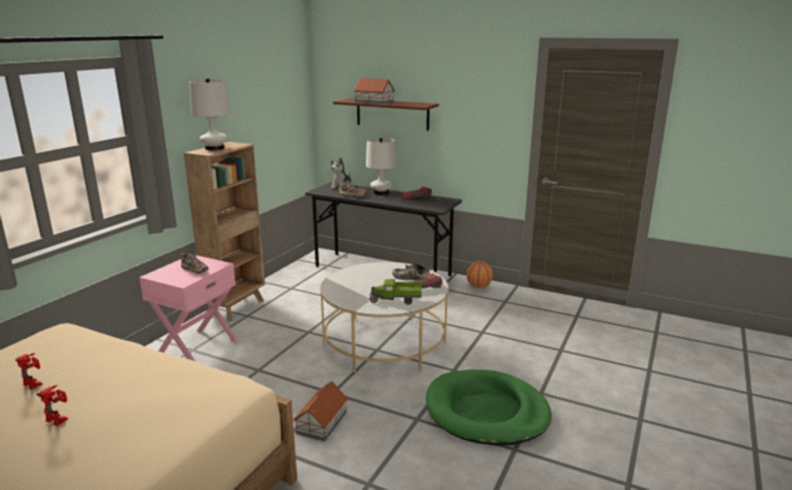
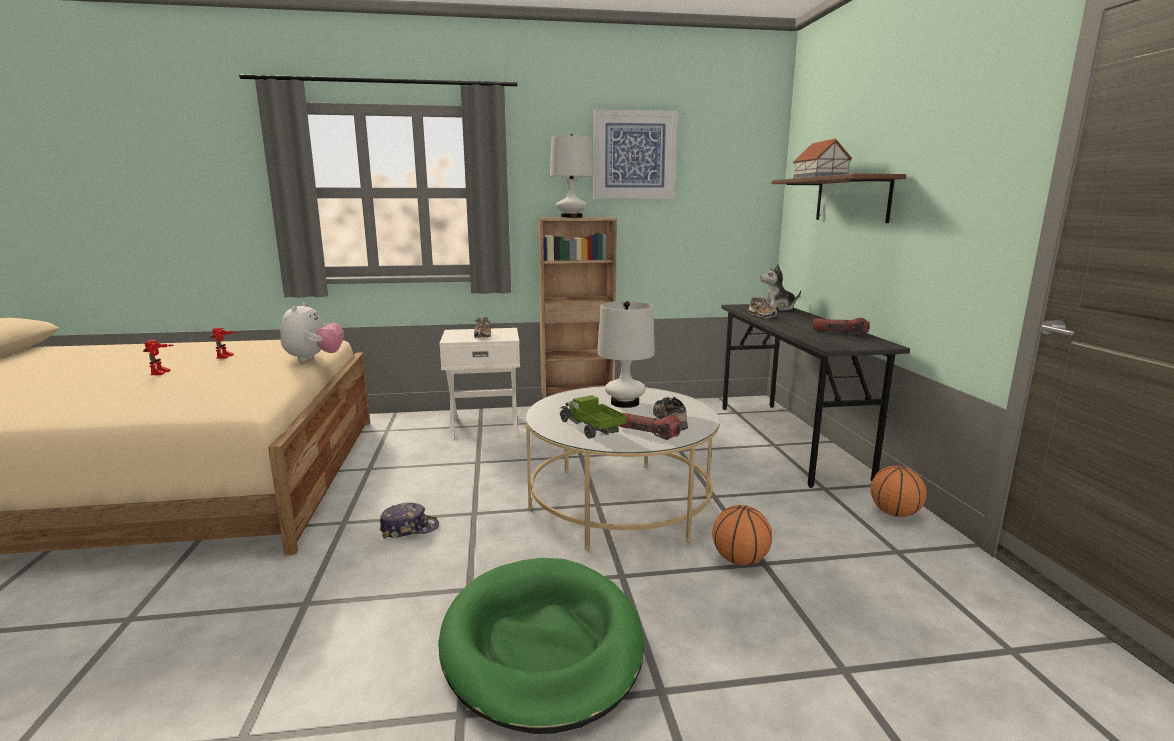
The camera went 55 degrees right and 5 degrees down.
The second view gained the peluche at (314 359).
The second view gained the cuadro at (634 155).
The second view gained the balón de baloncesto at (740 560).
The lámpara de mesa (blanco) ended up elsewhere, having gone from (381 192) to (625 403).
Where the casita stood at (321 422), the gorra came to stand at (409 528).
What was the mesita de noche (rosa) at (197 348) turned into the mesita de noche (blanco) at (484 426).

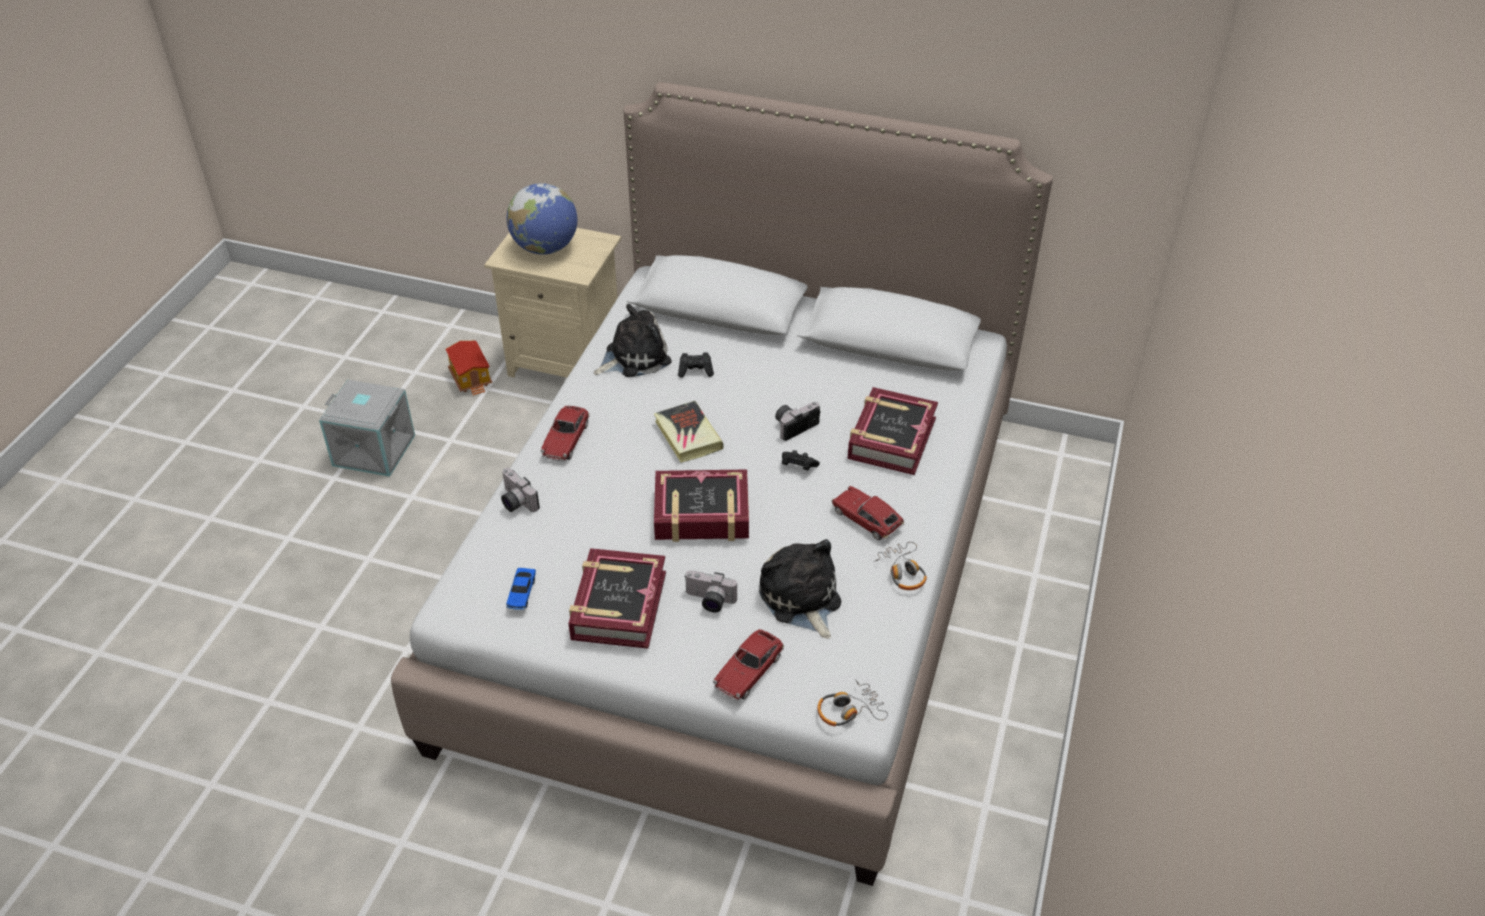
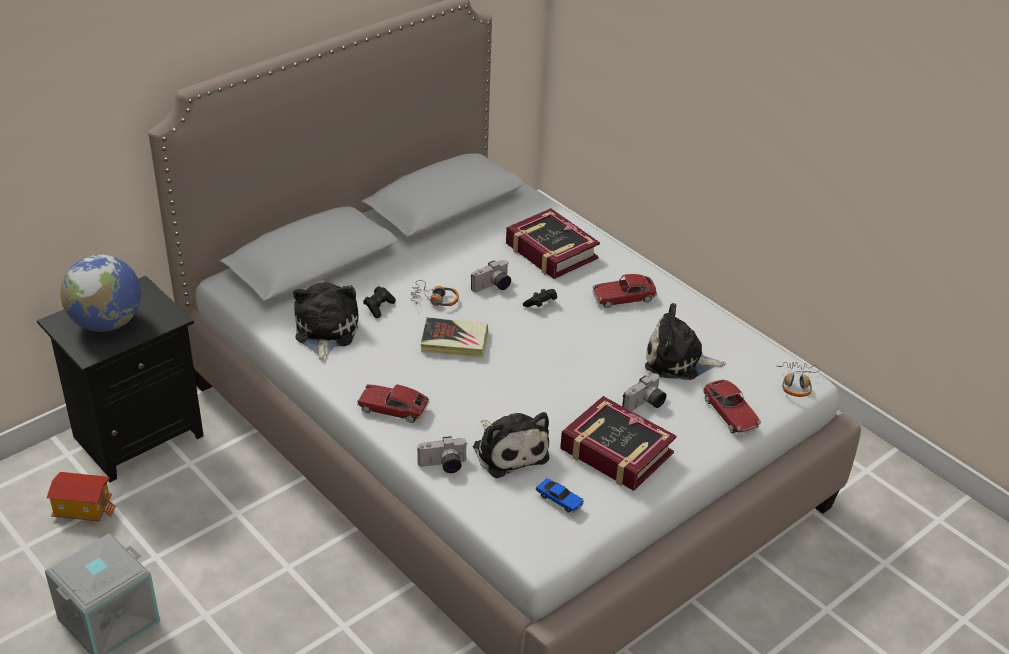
The camera went 60 degrees left and 5 degrees down.
The second view lost the libro at (701 514).
The second view gained the peluche at (509 450).
The auriculares ended up elsewhere, having gone from (903 571) to (434 299).
What was the mesita de noche (beis) at (567 361) turned into the mesita de noche (negro) at (136 435).
The coche de juguete at (566 440) ended up facing another way, 150 degrees clockwise from before.
The cámara at (794 425) ended up facing another way, 120 degrees counterclockwise from before.

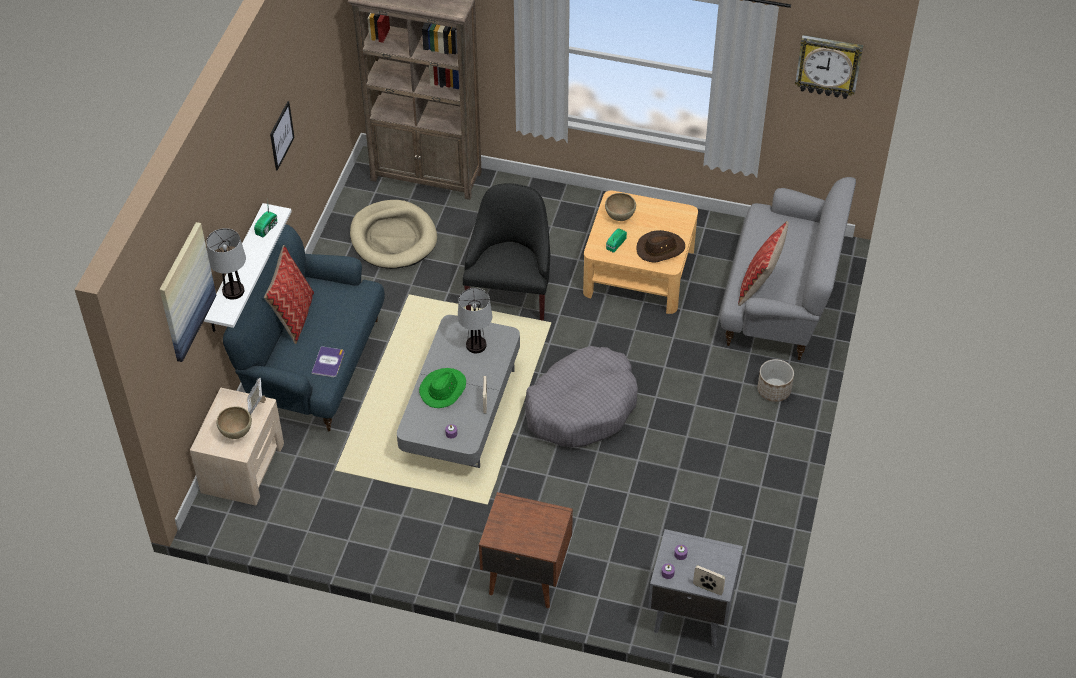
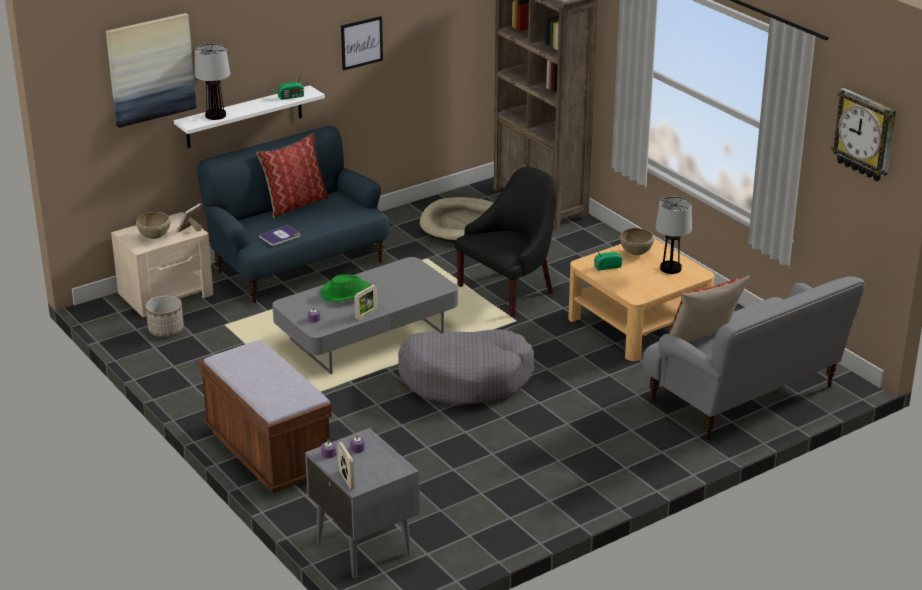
The camera went 40 degrees right and 20 degrees down.
The second view lost the sombrero (marrón) at (660 249).
The lámpara de mesa ended up elsewhere, having gone from (476 345) to (671 268).
The maceta ended up elsewhere, having gone from (773 390) to (165 330).
Where the mesita de noche (marrón) stood at (525 576), the banco (marrón) came to stand at (268 452).

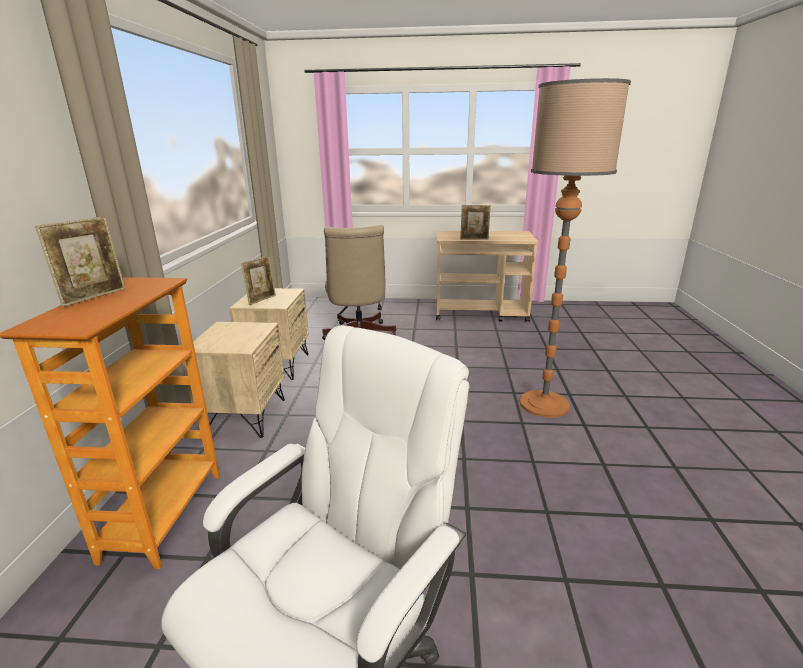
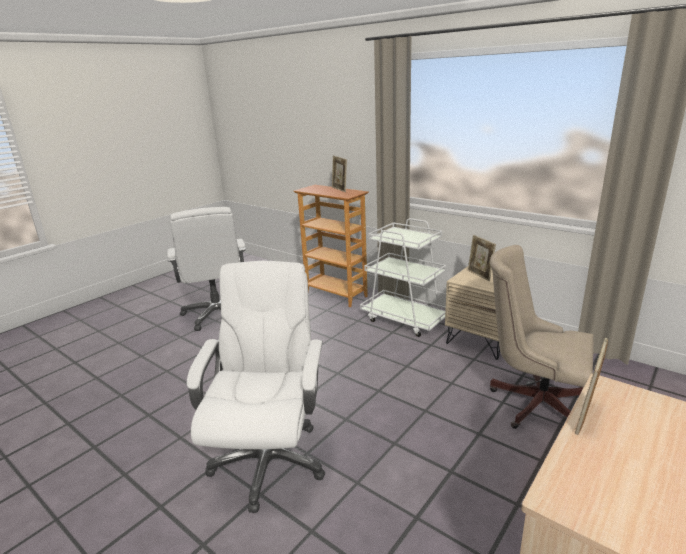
The camera went 125 degrees right and 0 degrees up.
Where the mesita de noche (beis) stood at (245 416), the carrito (blanco) came to stand at (404 319).
Where the lámpara de pie stood at (543 404), the silla de oficina (blanco) came to stand at (269 460).

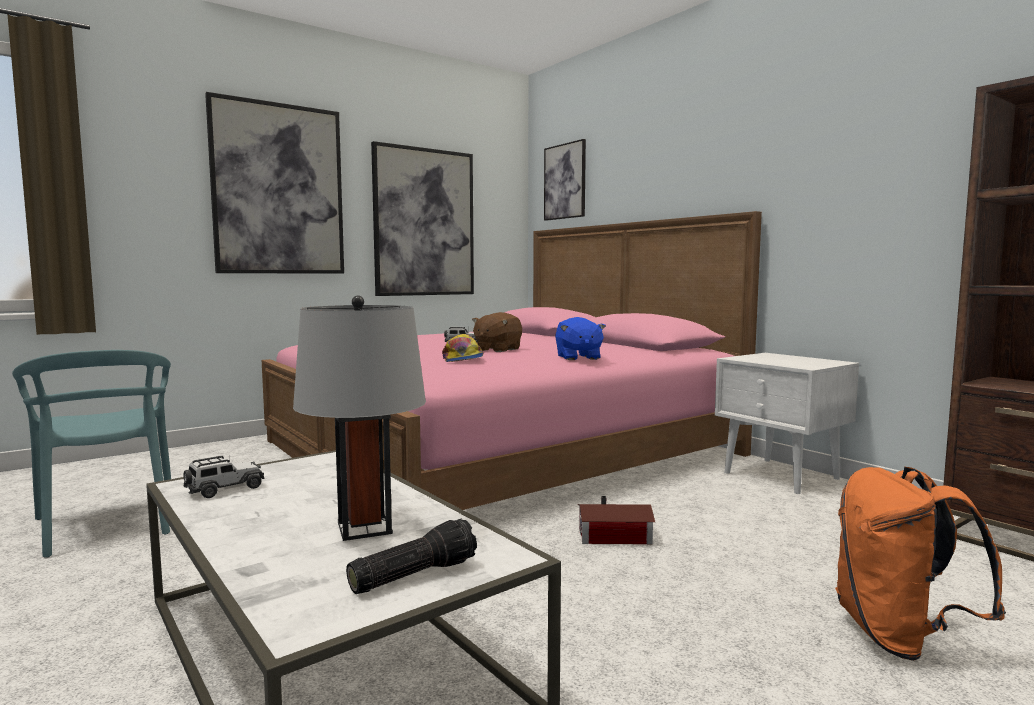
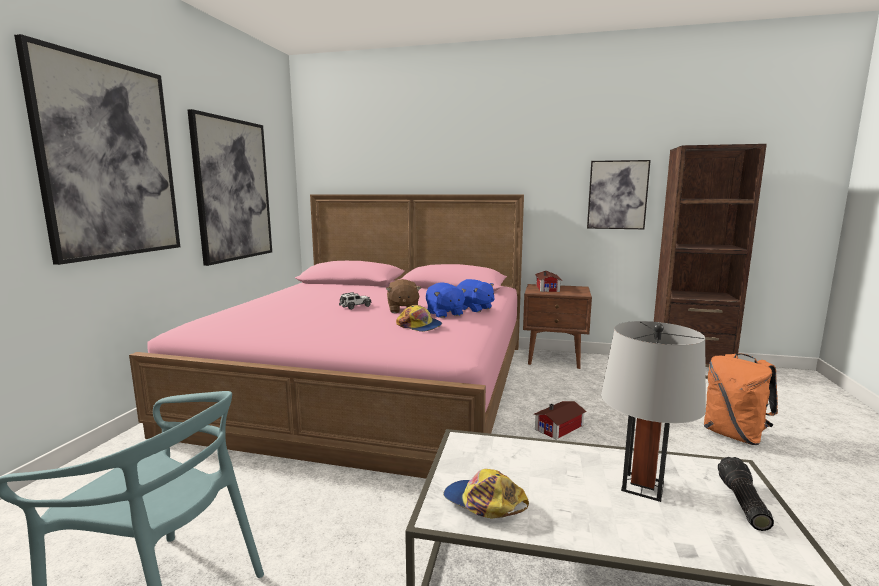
The camera went 40 degrees left and 5 degrees up.
The second view gained the peluche (azul) at (444 314).
The second view gained the casita at (548 288).
The cuadro ended up elsewhere, having gone from (565 181) to (617 195).
Where the coche de juguete stood at (225 489), the gorra came to stand at (483 503).
What was the mesita de noche (blanco) at (782 476) turned into the mesita de noche (marrón) at (555 359).

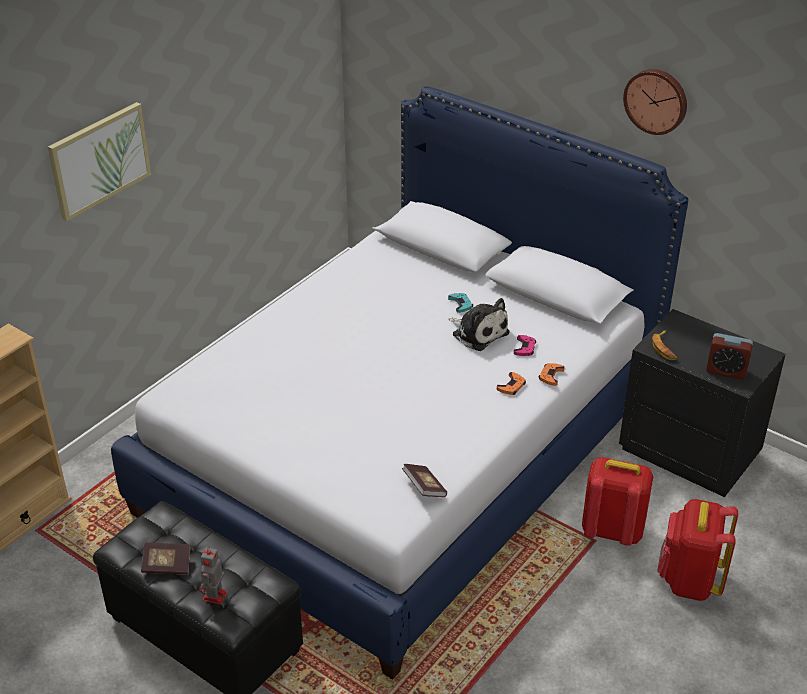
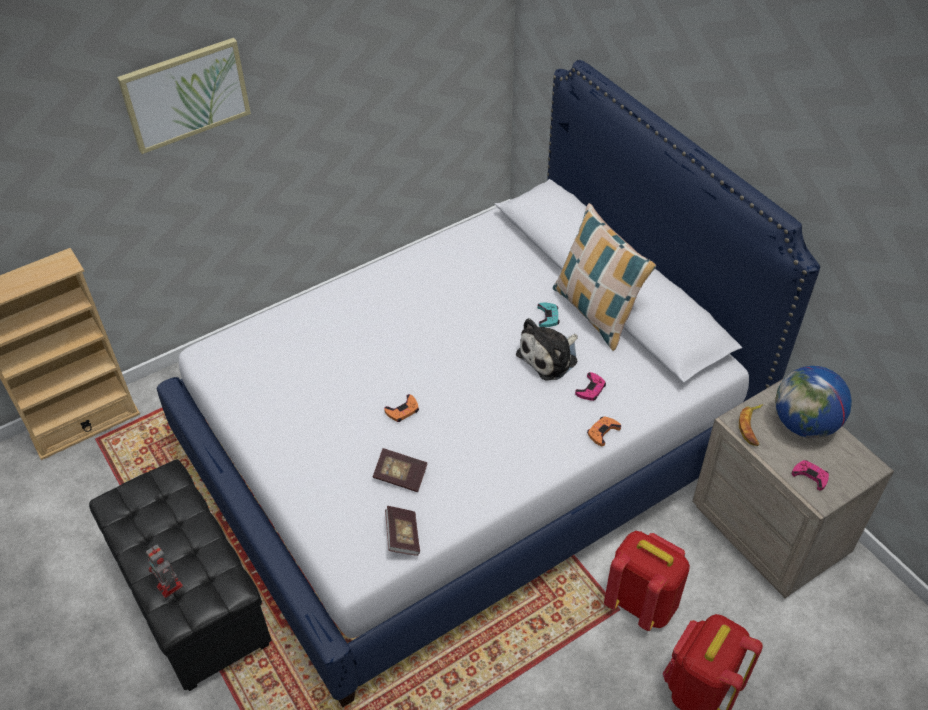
The camera went 20 degrees right and 10 degrees up.
The second view lost the reloj de pared at (656 100).
The second view gained the cojín at (596 313).
The second view gained the globo terráqueo at (804 424).
The libro ended up elsewhere, having gone from (167 565) to (400 476).
The mando de consola (naranja) ended up elsewhere, having gone from (511 386) to (403 411).
Where the despertador stood at (726 371), the mando de consola (rosa) came to stand at (810 476).
What was the mesita de noche (negro) at (690 451) turned into the mesita de noche (beis) at (770 530).
The robot de juguete at (214 597) ended up facing another way, 75 degrees counterclockwise from before.
The peluche at (478 332) ended up facing another way, 75 degrees clockwise from before.

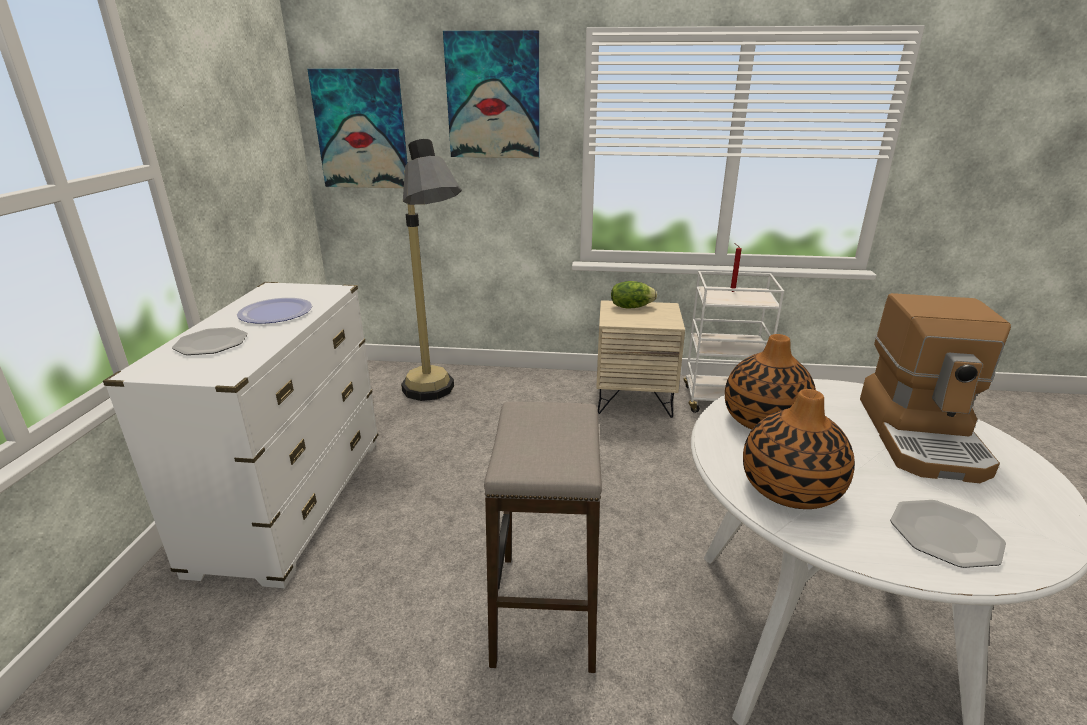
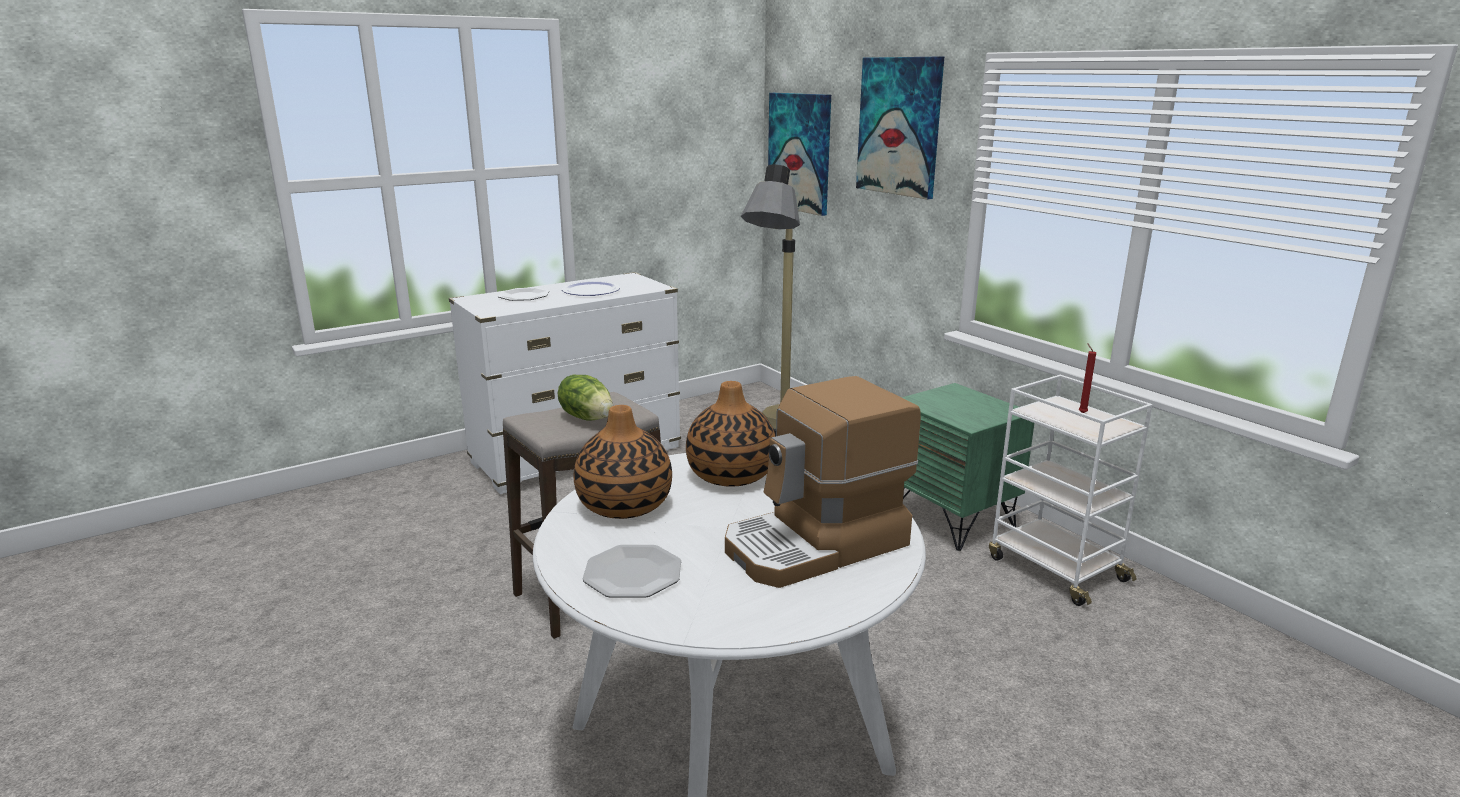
The camera went 50 degrees right and 5 degrees down.
The lechuga ended up elsewhere, having gone from (631 307) to (587 417).
What was the mesita de noche (beis) at (634 399) turned into the mesita de noche (verde) at (951 519).

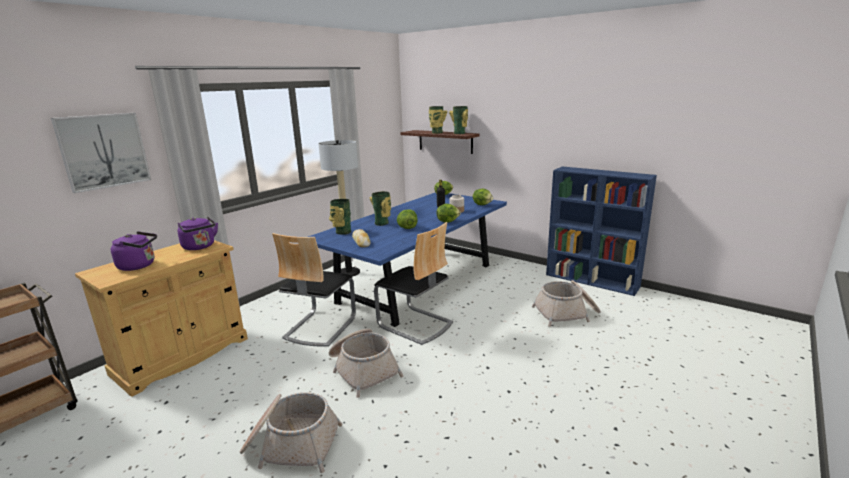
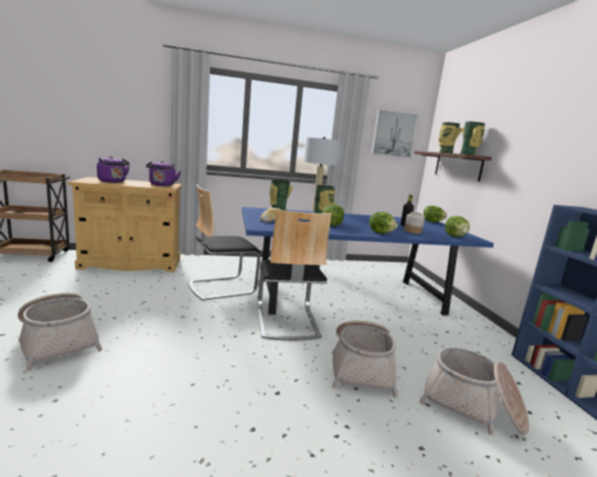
The camera went 40 degrees right and 5 degrees down.
The cuadro ended up elsewhere, having gone from (104 151) to (394 134).
The cesta ended up elsewhere, having gone from (363 370) to (361 367).

